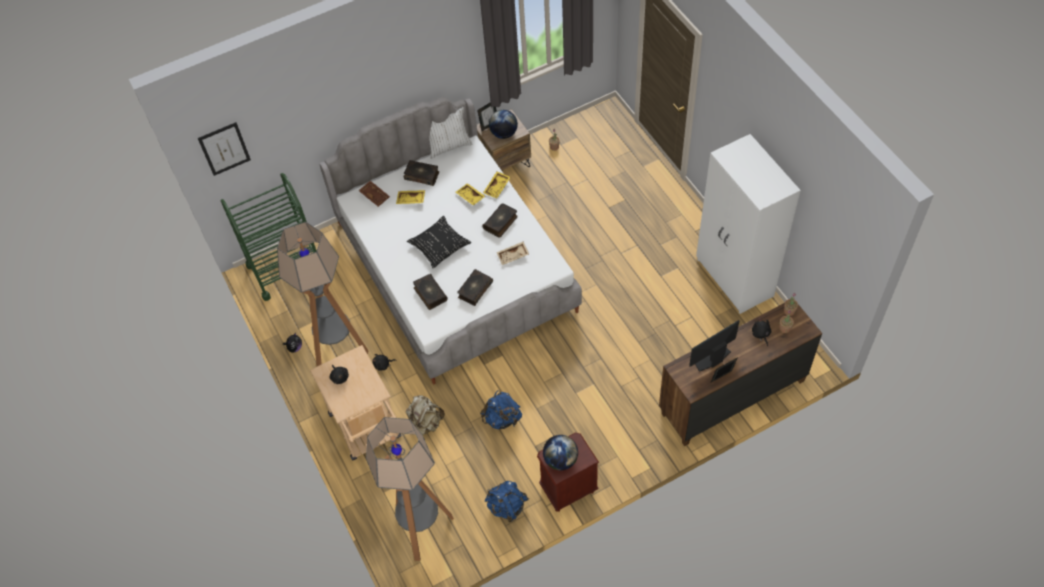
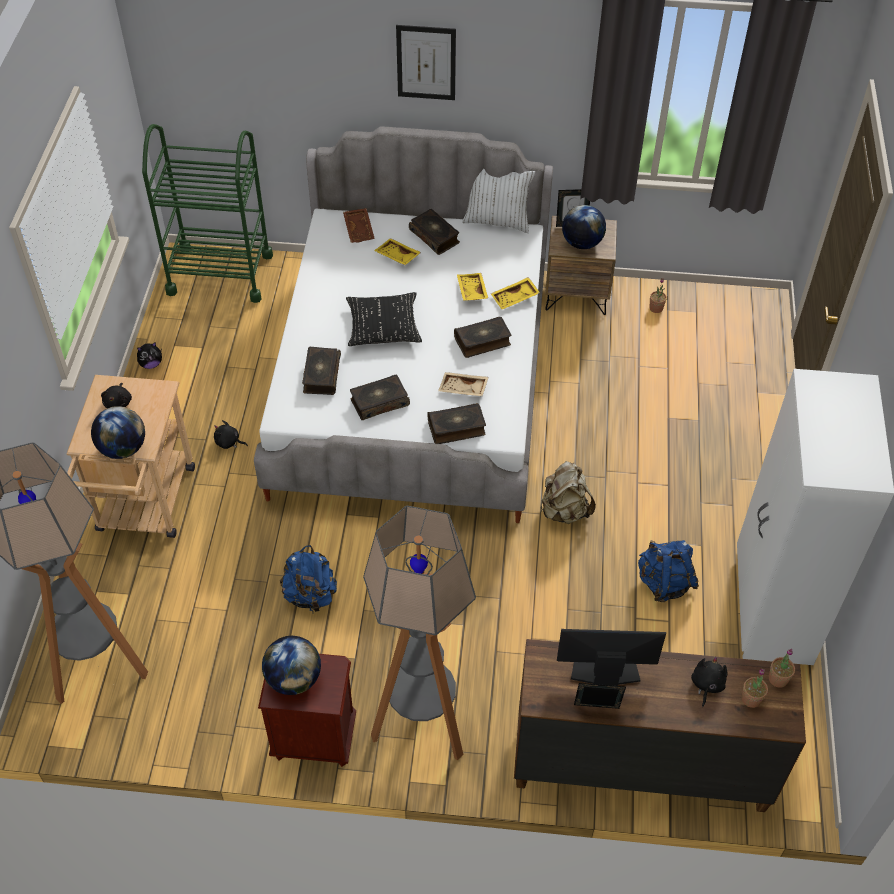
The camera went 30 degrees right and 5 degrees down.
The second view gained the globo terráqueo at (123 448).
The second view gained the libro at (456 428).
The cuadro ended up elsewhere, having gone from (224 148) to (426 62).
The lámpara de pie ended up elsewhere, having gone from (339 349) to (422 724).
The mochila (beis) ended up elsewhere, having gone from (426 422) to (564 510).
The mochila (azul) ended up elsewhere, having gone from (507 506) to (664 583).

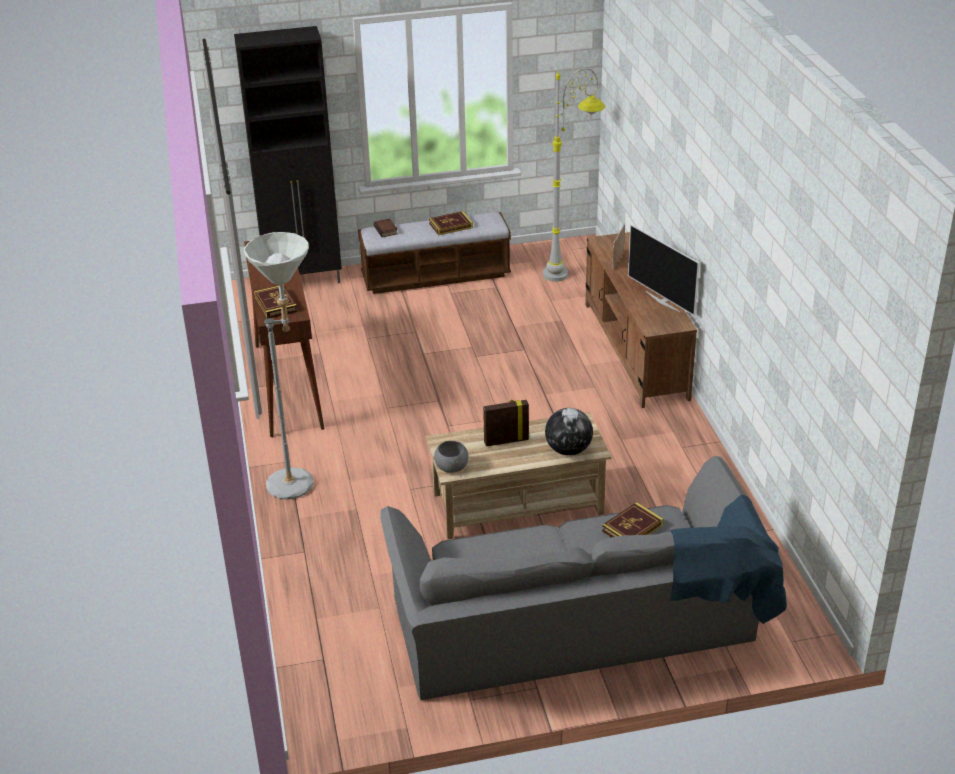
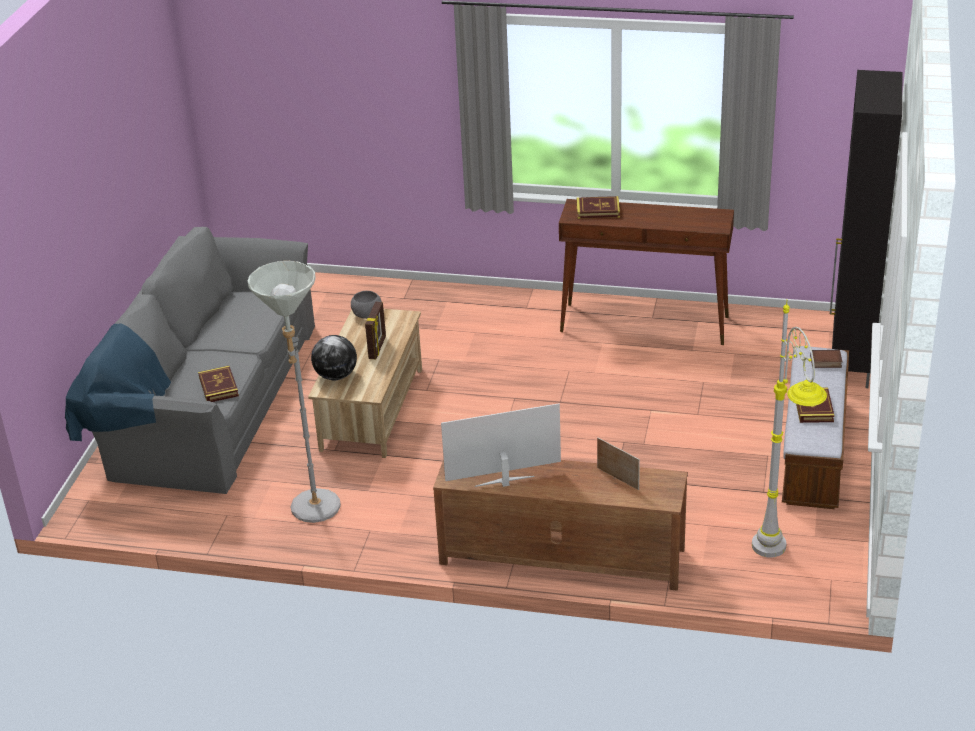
The camera went 115 degrees right and 0 degrees up.
The lámpara de pie (gris) ended up elsewhere, having gone from (300 482) to (314 514).

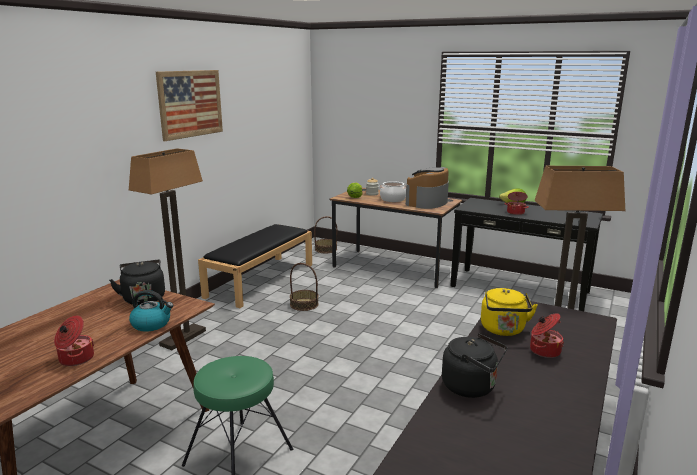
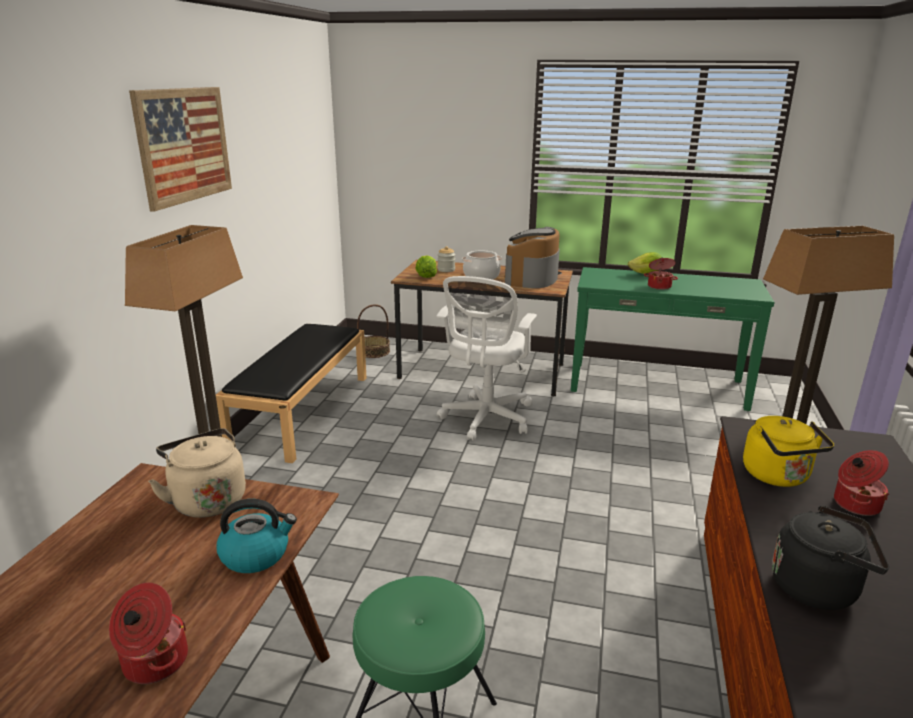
The camera went 15 degrees left and 5 degrees up.
The second view lost the cesta at (304 304).
The second view gained the silla de oficina (blanco) at (485 419).
What was the hervidor (negro) at (143 298) turned into the hervidor (beis) at (207 500).
What was the mesa consola (negro) at (519 289) turned into the mesa consola (verde) at (657 385).

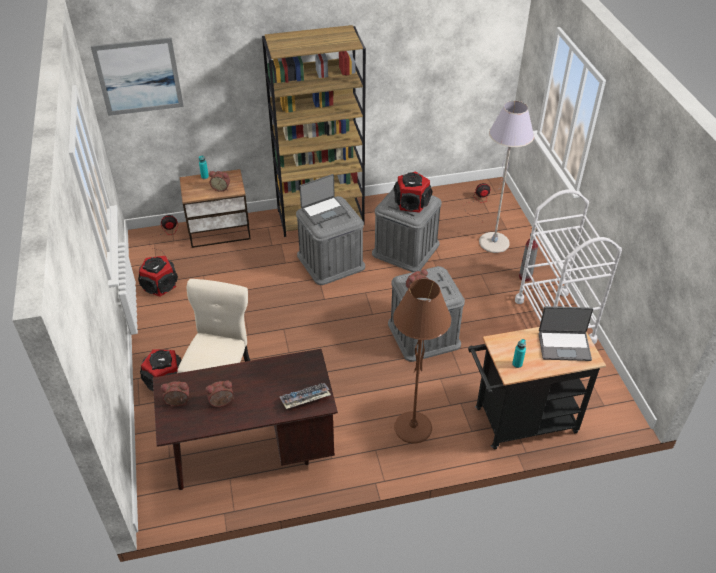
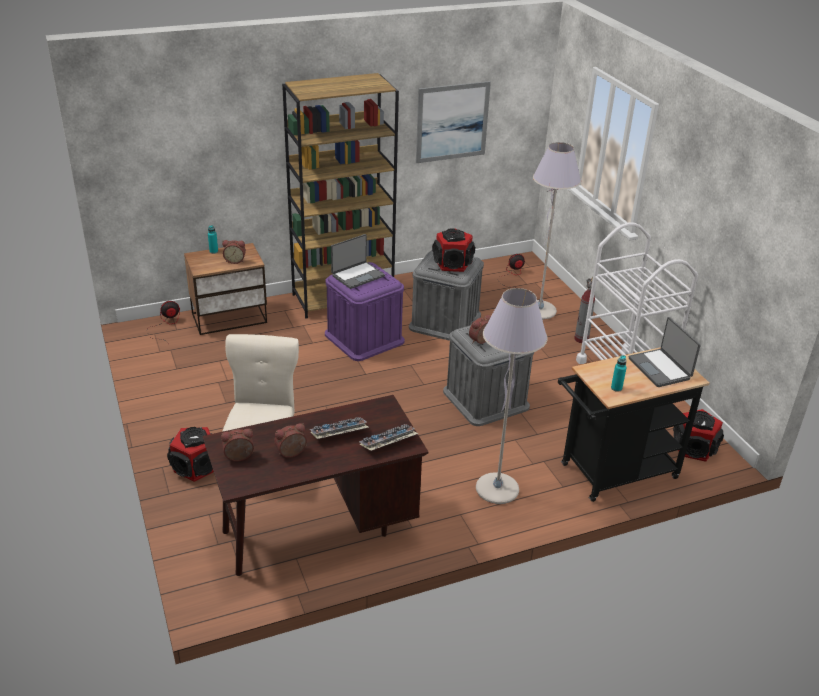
The camera went 10 degrees left and 10 degrees down.
The second view gained the teclado at (339 434).
The cuadro ended up elsewhere, having gone from (139 76) to (452 122).
The altavoz ended up elsewhere, having gone from (160 285) to (694 448).
What was the caja de almacenaje (gris) at (331 261) turned into the caja de almacenaje (morado) at (364 338).
What was the lámpara de pie (marrón) at (412 428) turned into the lámpara de pie (gris) at (496 489).
The portátil at (564 345) ended up facing another way, 75 degrees clockwise from before.

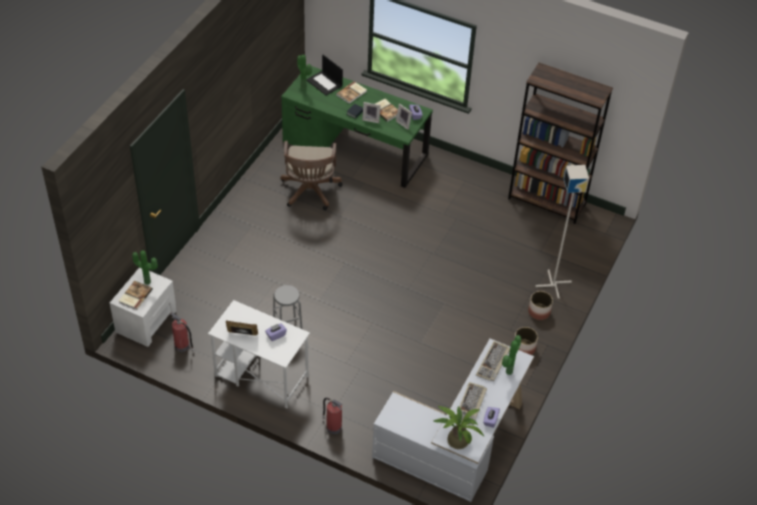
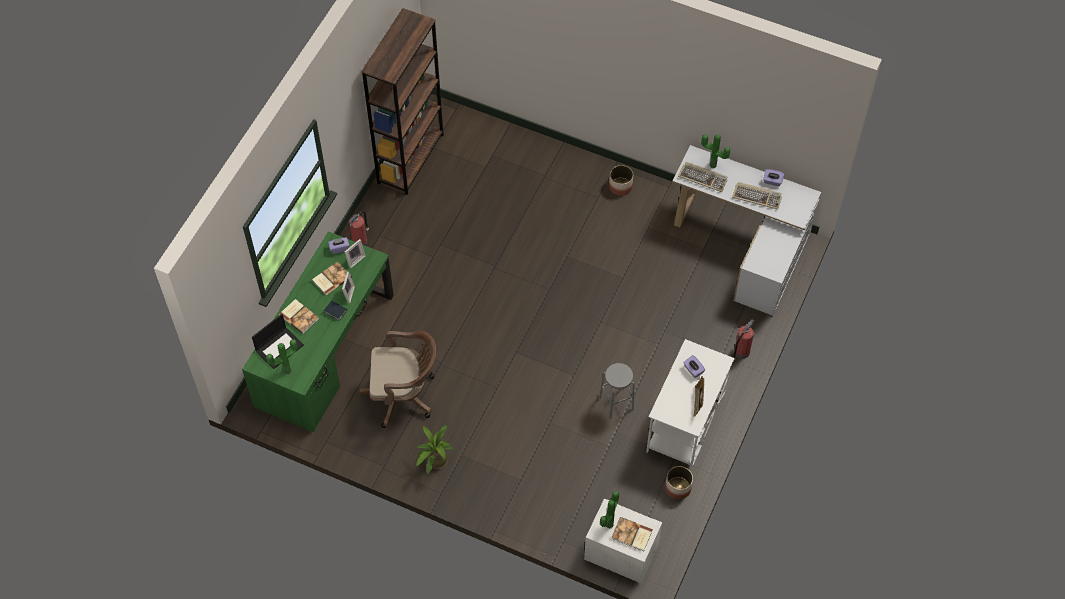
The camera went 90 degrees left and 10 degrees up.
The second view lost the lámpara de pie (gris) at (553 284).
The extintor ended up elsewhere, having gone from (182 346) to (360 241).
The planta en maceta ended up elsewhere, having gone from (456 439) to (434 461).
The maceta ended up elsewhere, having gone from (539 312) to (678 487).

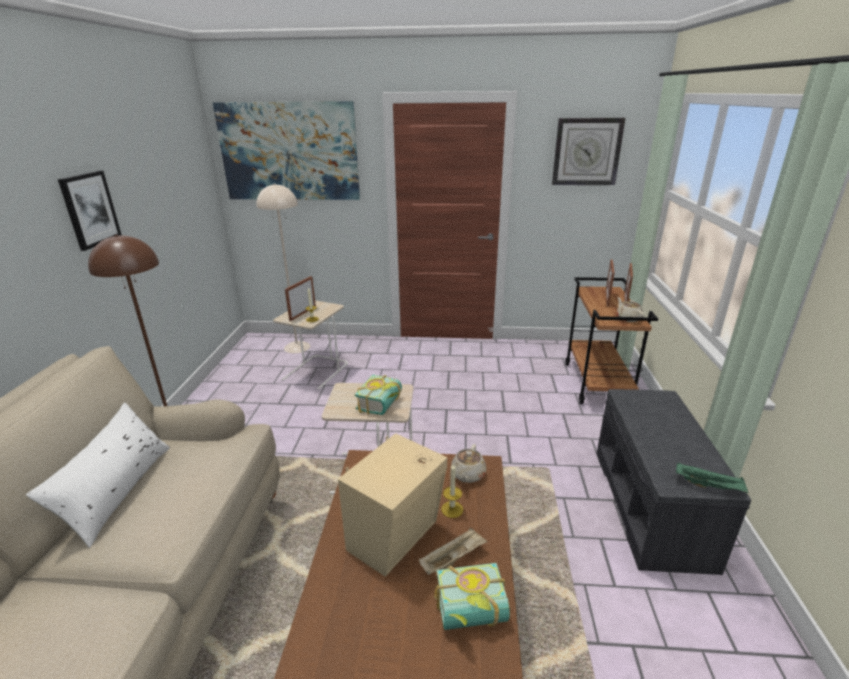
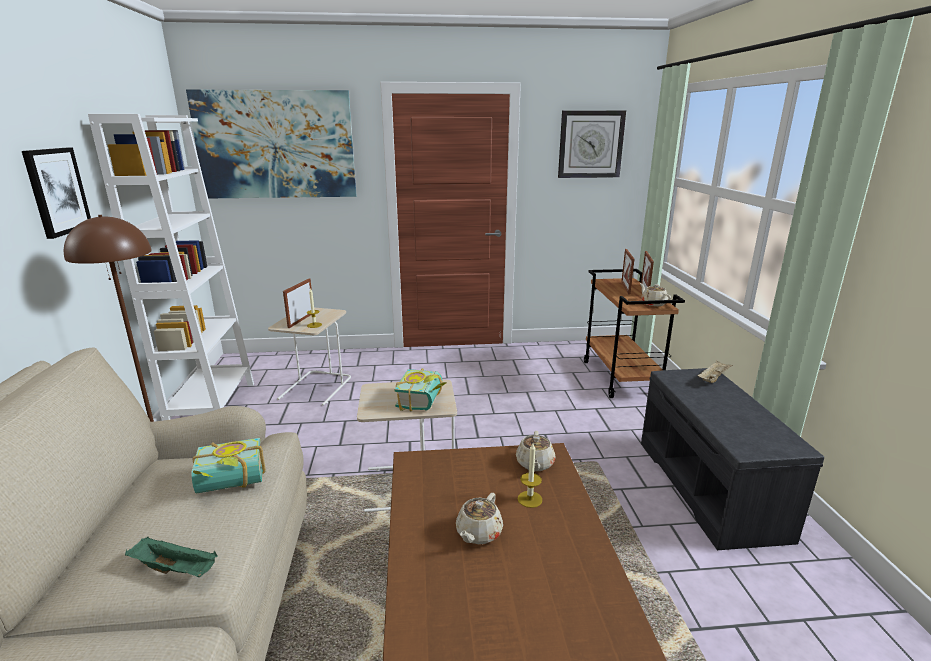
The camera went 10 degrees left and 5 degrees down.
The second view lost the cojín (blanco) at (118 491).
The second view lost the lámpara de pie (beis) at (297 347).
The second view gained the estantería (blanco) at (213 406).
The bandeja (beis) ended up elsewhere, having gone from (453 559) to (713 378).
The libro ended up elsewhere, having gone from (472 616) to (231 484).
The bandeja (verde) ended up elsewhere, having gone from (709 486) to (176 569).
Where the altavoz (beis) stood at (397 536), the tetera (beis) came to stand at (478 533).

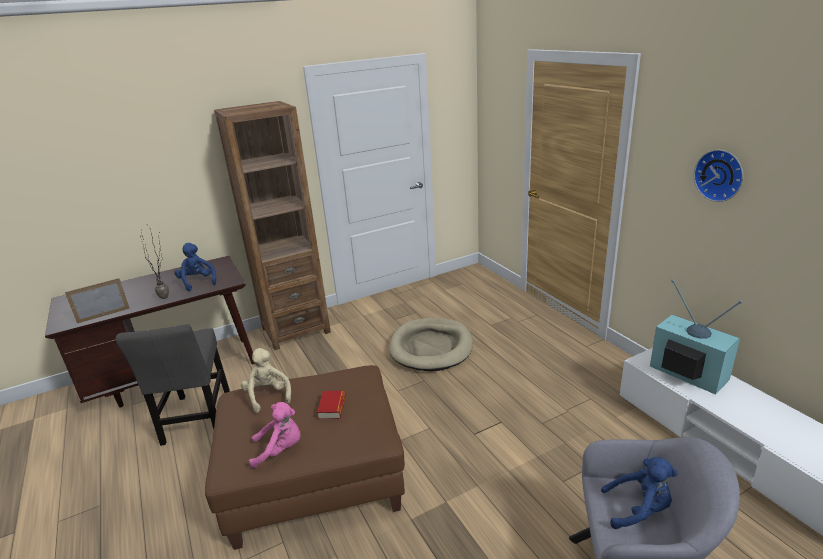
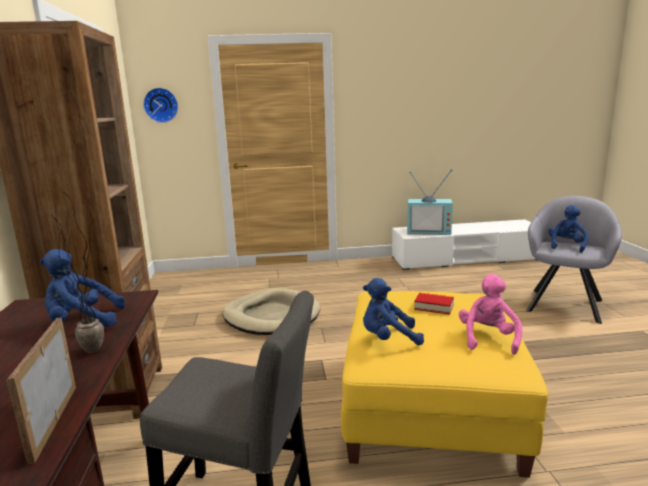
The camera went 70 degrees left and 10 degrees down.
The reloj de pared ended up elsewhere, having gone from (720 175) to (161 105).
What was the puf (marrón) at (314 476) turned into the puf (amarillo) at (429 407).
What was the peluche (beis) at (268 396) turned into the peluche (azul) at (388 339).
The televisor at (686 373) ended up facing another way, 150 degrees counterclockwise from before.

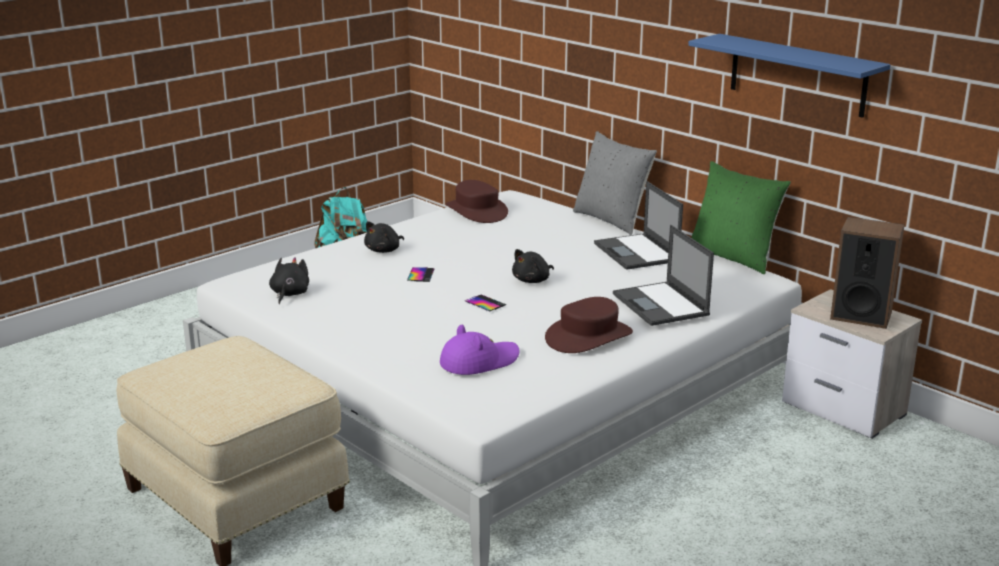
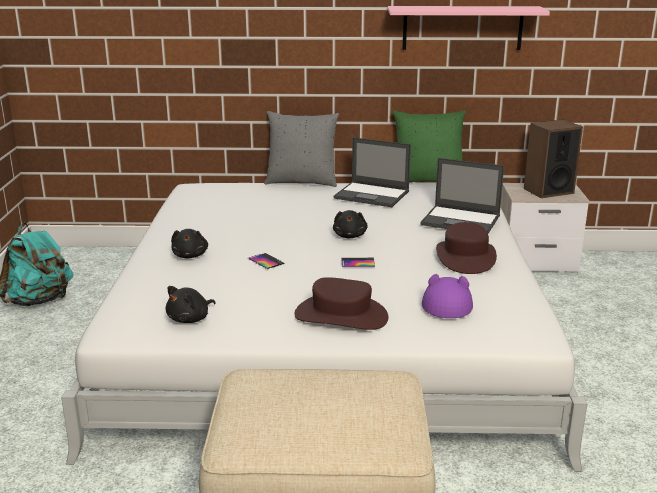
The camera went 45 degrees left and 0 degrees up.
The sombrero (marrón) ended up elsewhere, having gone from (476 211) to (341 315).
What was the estante (azul) at (797 75) turned into the estante (rosa) at (462 28).
The peluche (negro) at (289 294) ended up facing another way, 105 degrees counterclockwise from before.

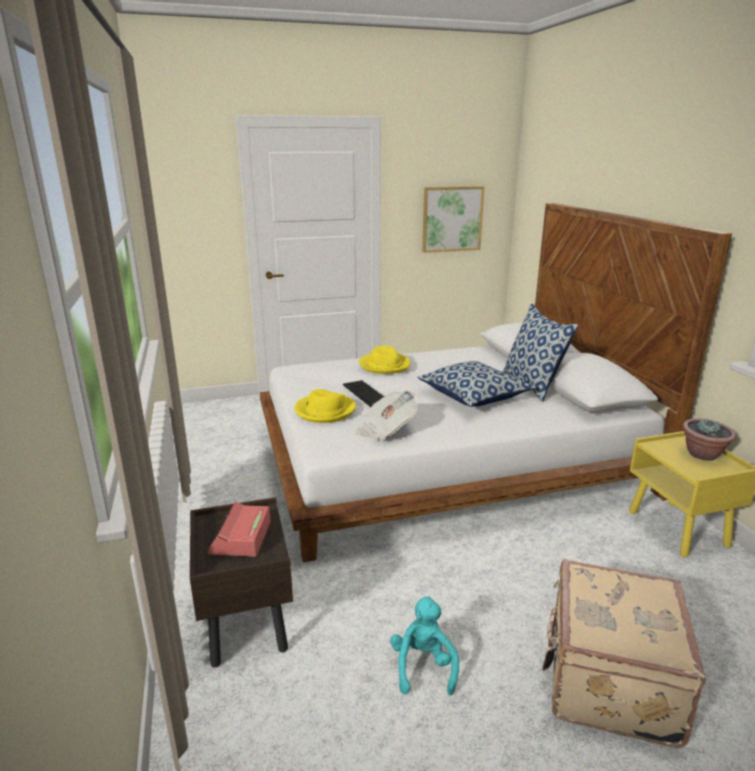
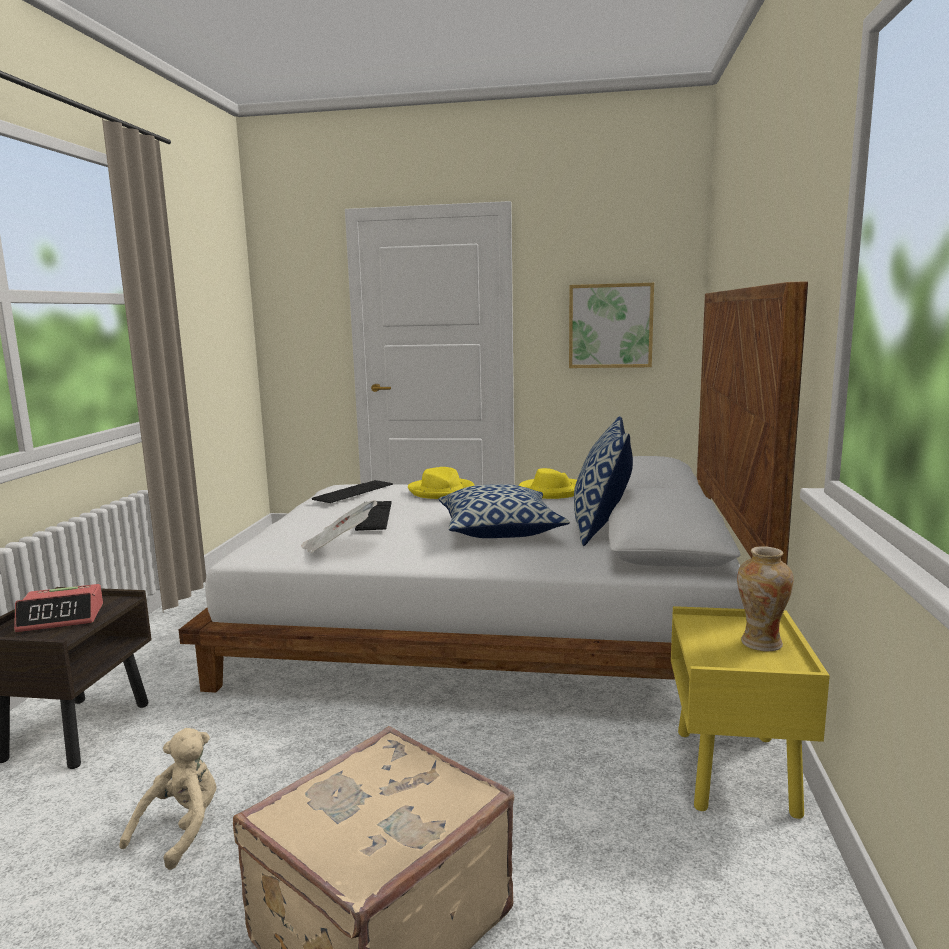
The camera went 25 degrees right and 10 degrees down.
The second view gained the teclado at (353 491).
The sombrero (amarillo) ended up elsewhere, having gone from (325 410) to (551 491).
Where the planta en maceta stood at (703 454), the florero came to stand at (761 643).
What was the peluche (turquesa) at (423 666) turned into the peluche (beis) at (181 829).
The despertador at (240 538) ended up facing another way, 135 degrees counterclockwise from before.

